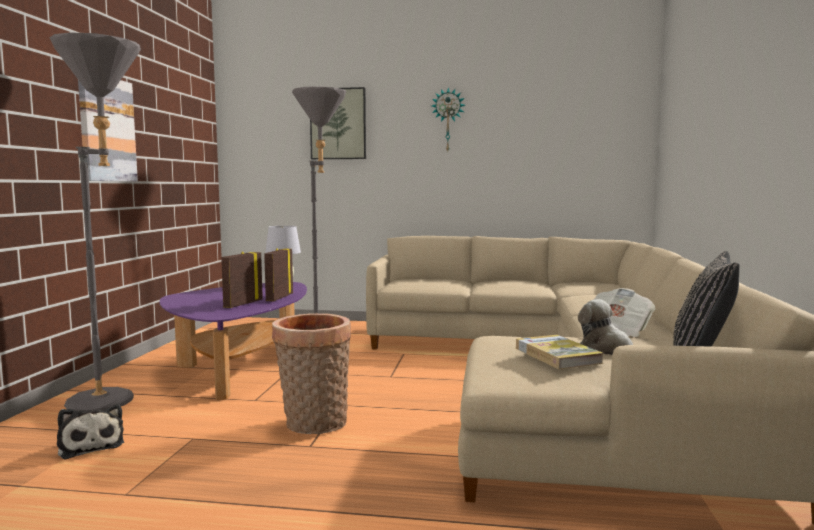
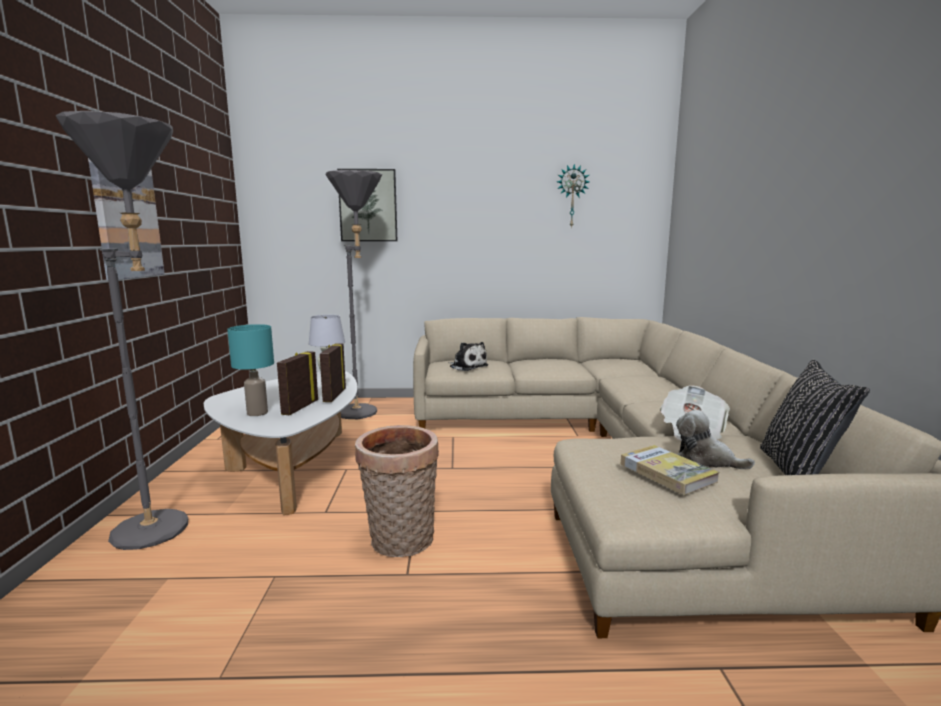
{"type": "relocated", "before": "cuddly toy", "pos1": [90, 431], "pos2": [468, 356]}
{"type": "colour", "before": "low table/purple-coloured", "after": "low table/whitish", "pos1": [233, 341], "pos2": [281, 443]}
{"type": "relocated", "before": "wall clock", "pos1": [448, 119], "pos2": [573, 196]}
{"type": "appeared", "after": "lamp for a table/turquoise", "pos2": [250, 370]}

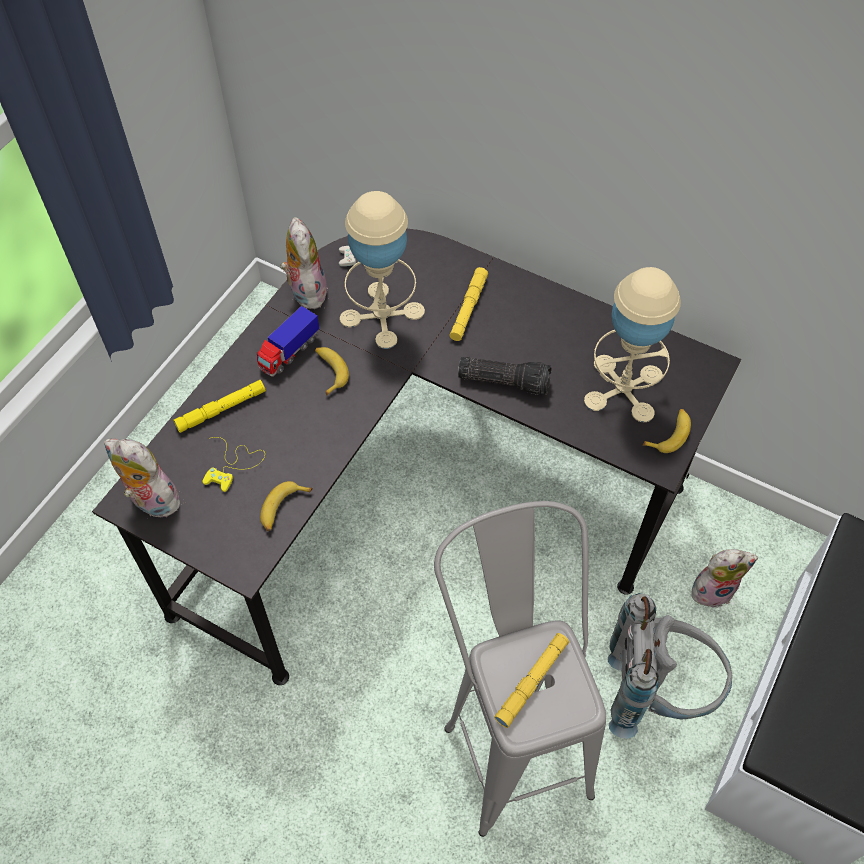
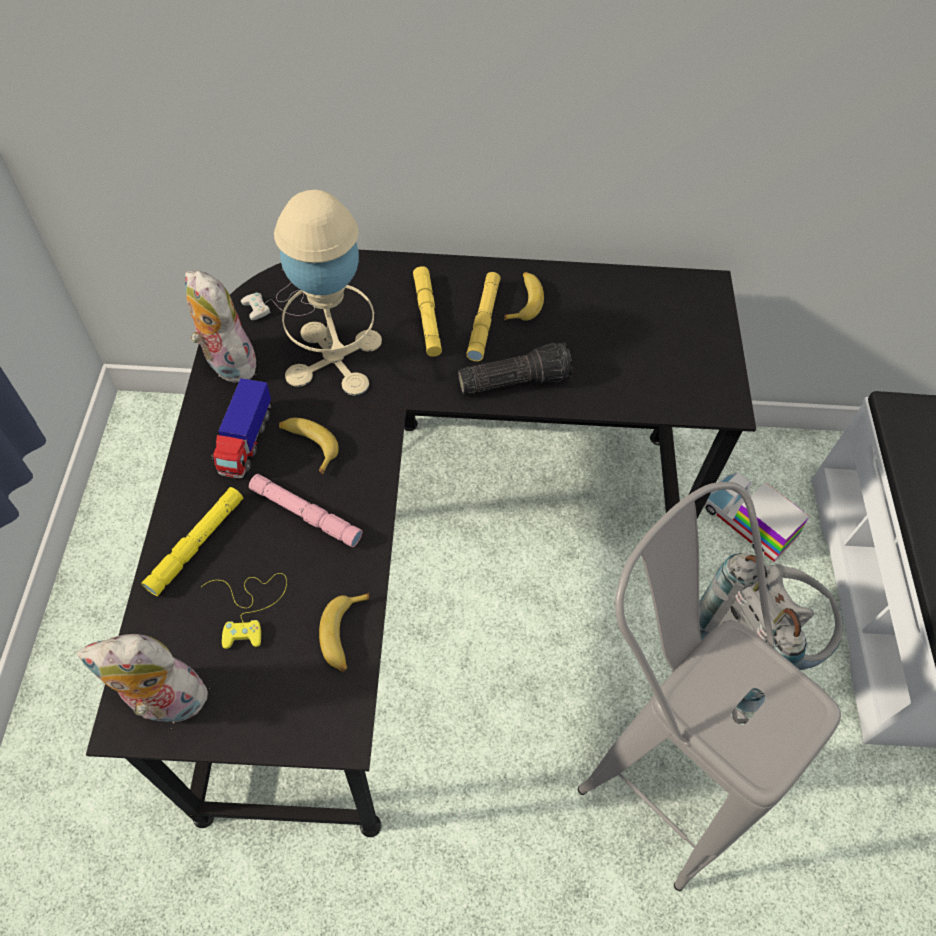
{"type": "relocated", "before": "torch/yellow", "pos1": [531, 680], "pos2": [483, 316]}
{"type": "missing", "before": "lamp for a table/sand-coloured", "pos1": [632, 344]}
{"type": "relocated", "before": "banana", "pos1": [667, 431], "pos2": [524, 296]}
{"type": "exchanged", "before": "cuddly toy", "after": "toy truck", "pos1": [724, 578], "pos2": [757, 517]}
{"type": "appeared", "after": "torch/pink", "pos2": [305, 510]}

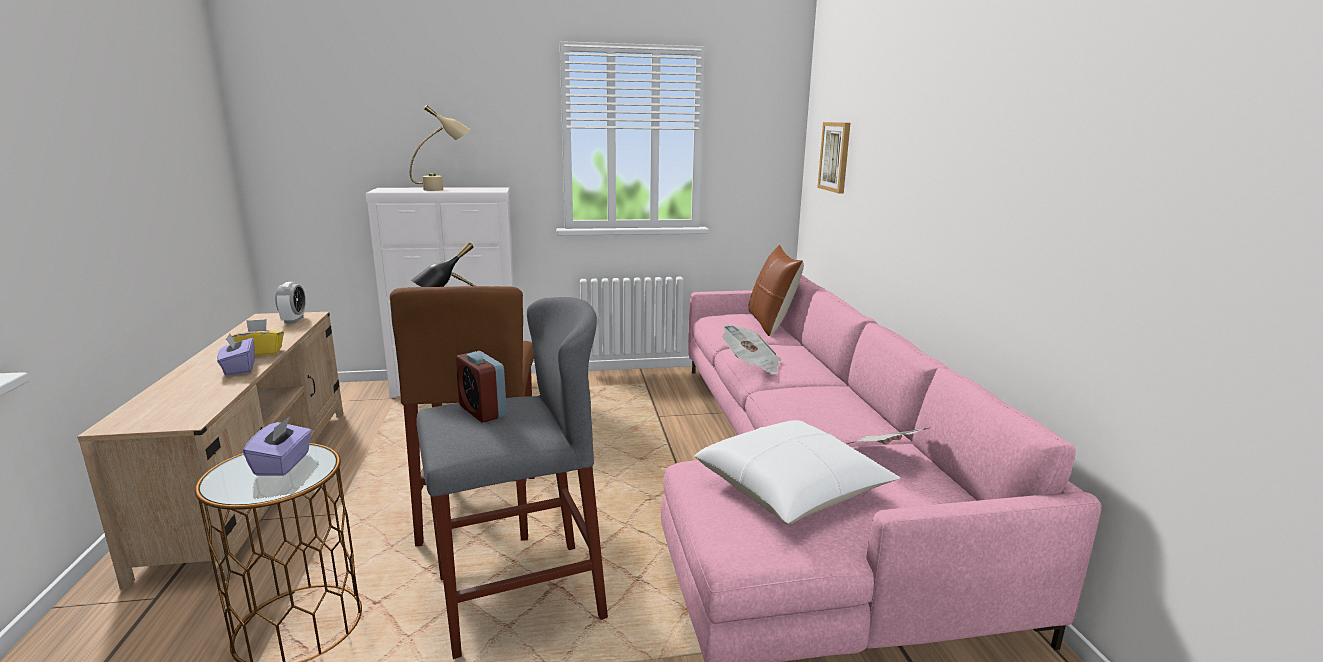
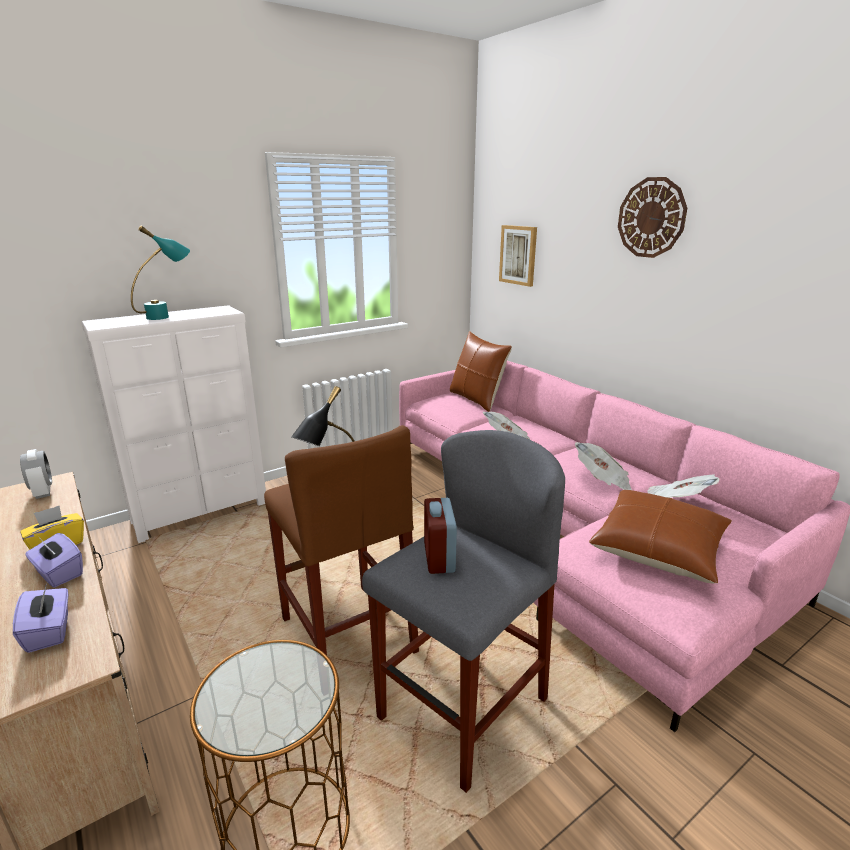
{"type": "relocated", "before": "tissue holder/purple-coloured", "pos1": [277, 446], "pos2": [40, 618]}
{"type": "colour", "before": "lamp for a table/sand-coloured", "after": "lamp for a table/turquoise", "pos1": [440, 148], "pos2": [160, 273]}
{"type": "spun", "before": "alarm clock", "pos1": [481, 387], "pos2": [440, 536], "turn": 60}
{"type": "colour", "before": "pillow/whitish", "after": "pillow/brown", "pos1": [797, 472], "pos2": [660, 536]}
{"type": "appeared", "after": "daily paper", "pos2": [603, 466]}
{"type": "appeared", "after": "wall clock", "pos2": [652, 217]}

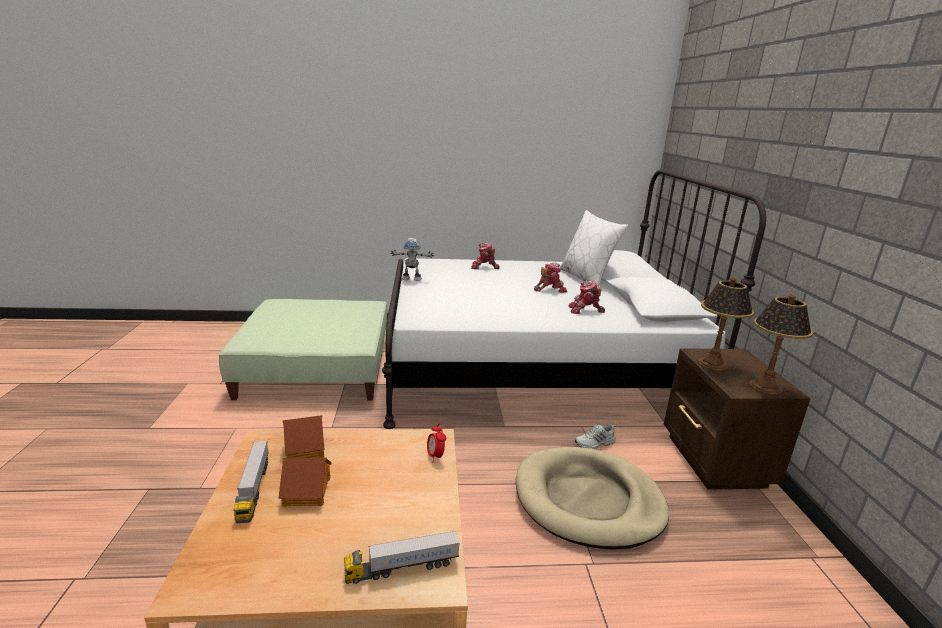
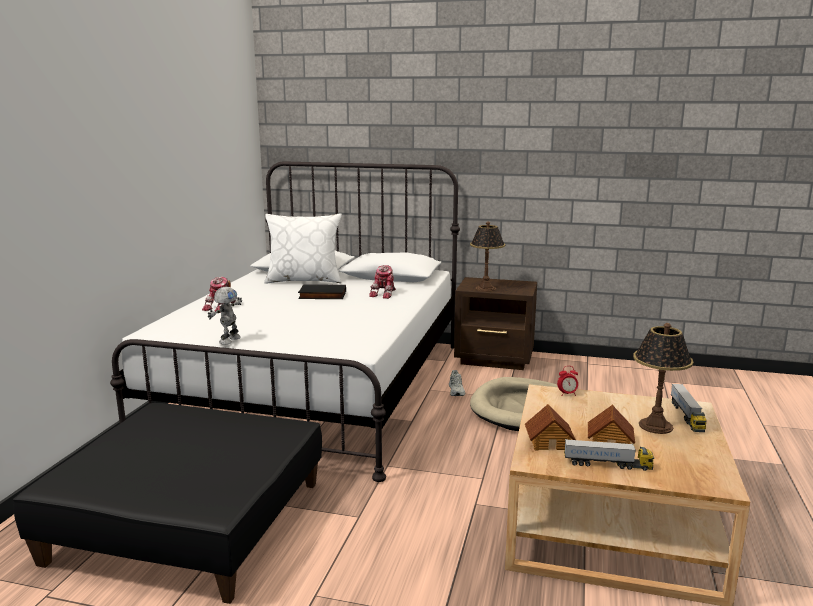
{"type": "colour", "before": "ottoman/green-coloured", "after": "ottoman/black-coloured", "pos1": [303, 349], "pos2": [167, 503]}
{"type": "exchanged", "before": "toy robot", "after": "volume/black-coloured", "pos1": [550, 277], "pos2": [322, 291]}
{"type": "relocated", "before": "lamp for a table", "pos1": [781, 344], "pos2": [663, 378]}

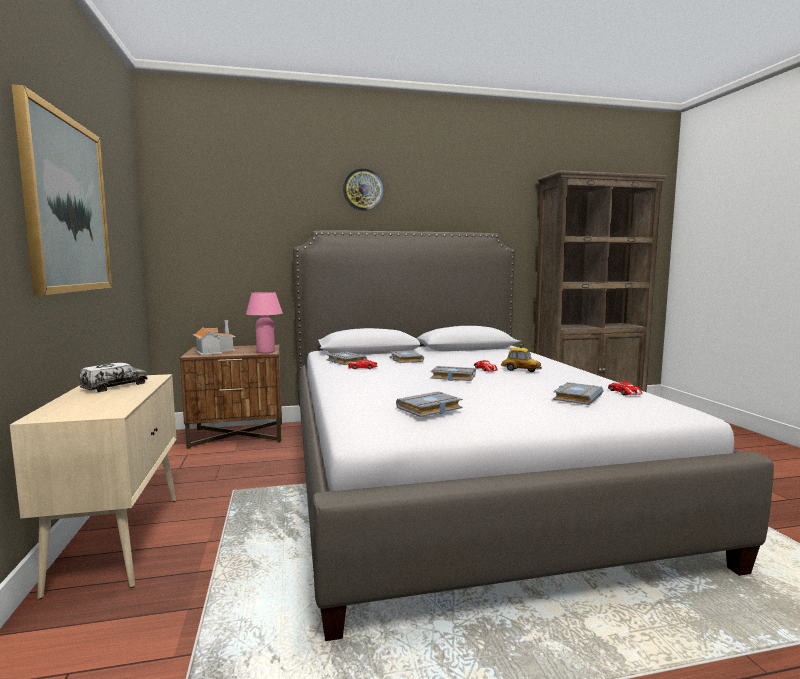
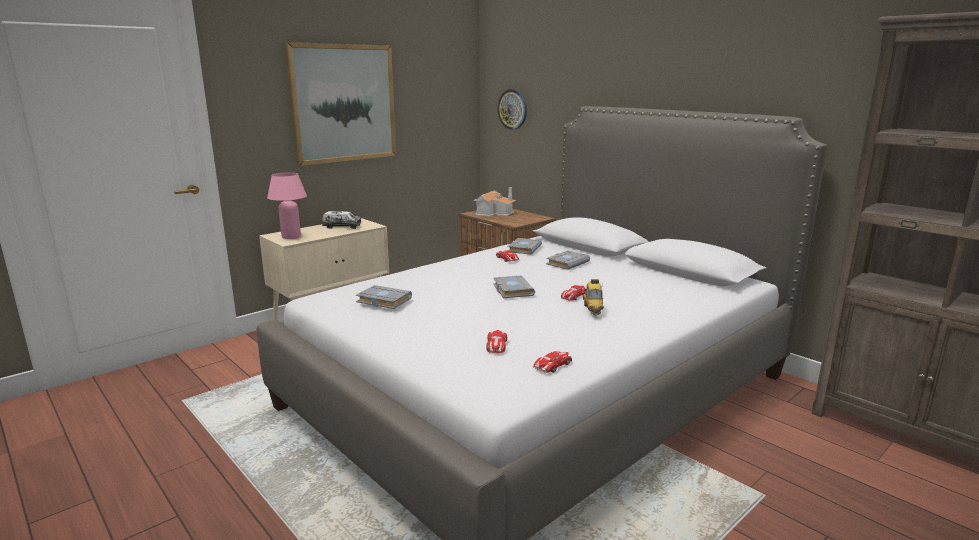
{"type": "relocated", "before": "lamp for a table/pink", "pos1": [264, 323], "pos2": [287, 205]}
{"type": "relocated", "before": "wall clock", "pos1": [363, 189], "pos2": [512, 109]}
{"type": "exchanged", "before": "volume/greyish", "after": "miniature car", "pos1": [578, 393], "pos2": [496, 341]}

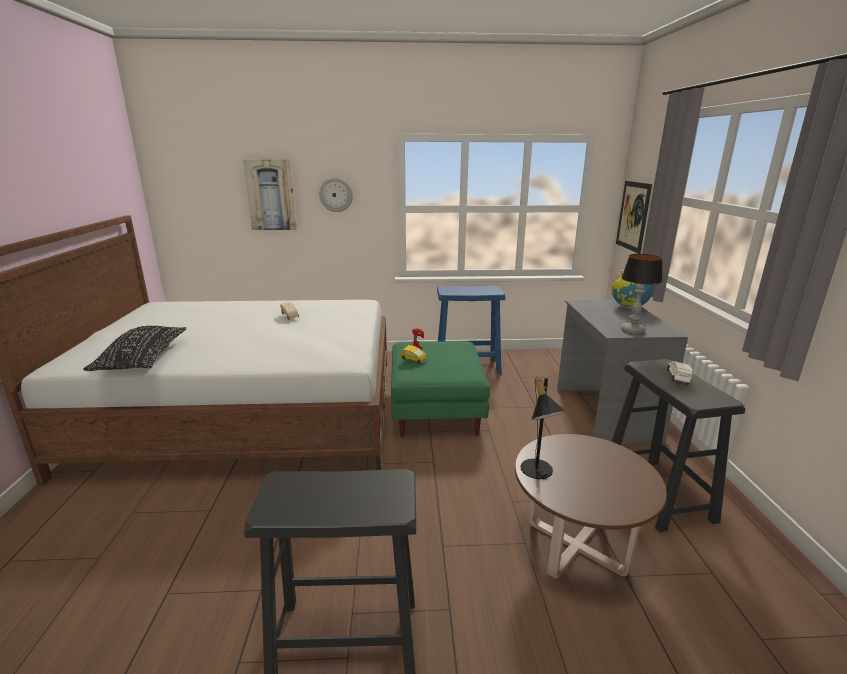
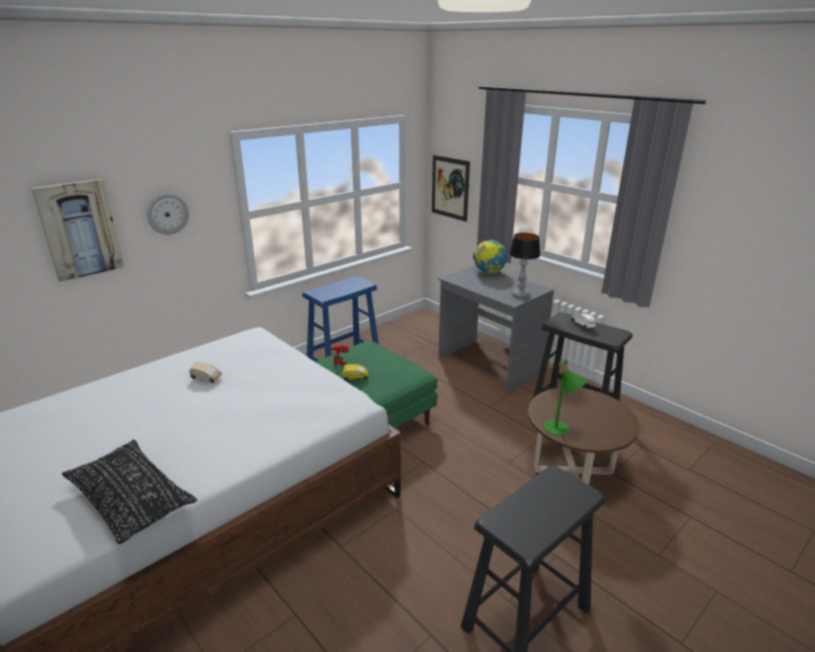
{"type": "colour", "before": "lamp for a table/black-coloured", "after": "lamp for a table/green-coloured", "pos1": [543, 428], "pos2": [565, 397]}

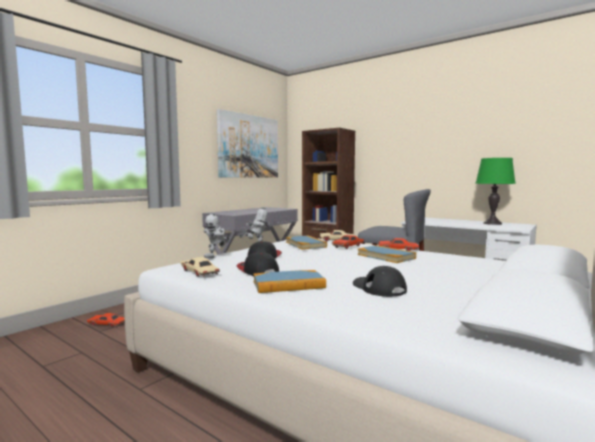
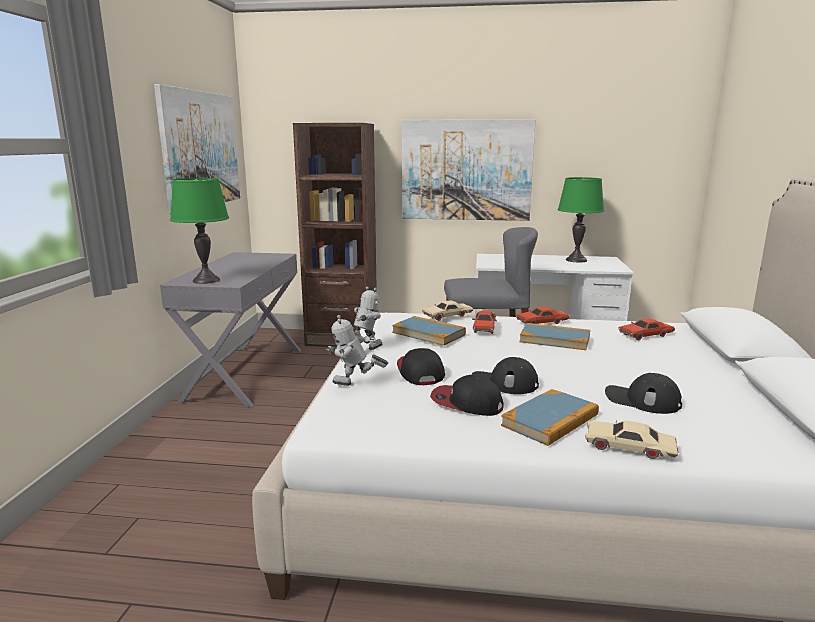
{"type": "relocated", "before": "miniature car/reddish", "pos1": [106, 320], "pos2": [646, 329]}
{"type": "relocated", "before": "miniature car/sand-coloured", "pos1": [200, 267], "pos2": [631, 439]}
{"type": "spun", "before": "toy robot", "pos1": [216, 235], "pos2": [357, 350], "turn": 90}
{"type": "appeared", "after": "lamp for a table/green-coloured", "pos2": [199, 231]}
{"type": "appeared", "after": "wall art", "pos2": [469, 170]}
{"type": "appeared", "after": "cap/black-coloured", "pos2": [505, 375]}

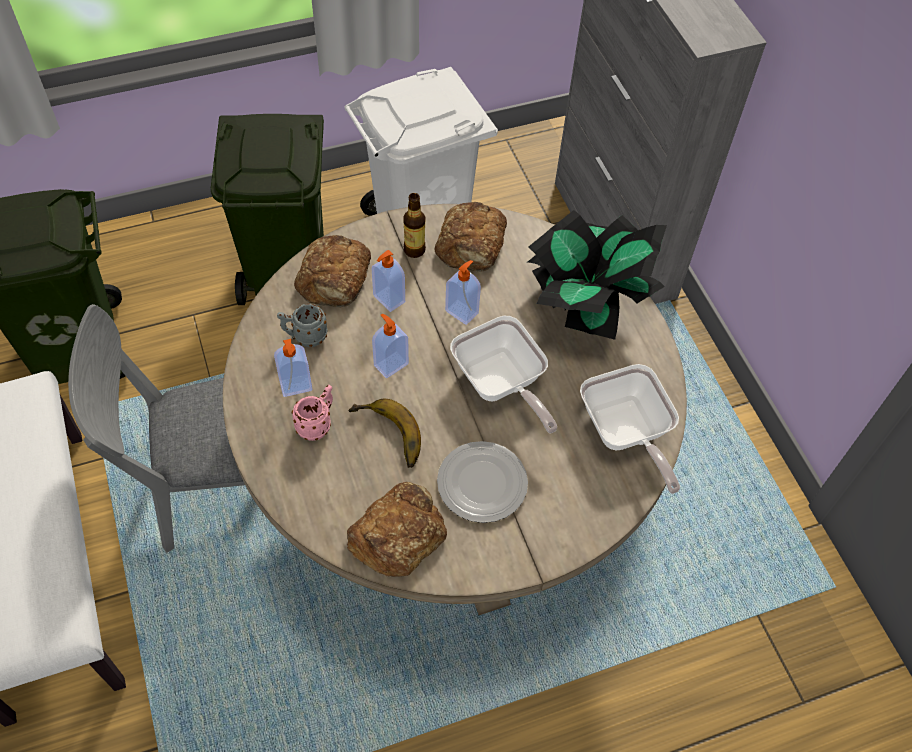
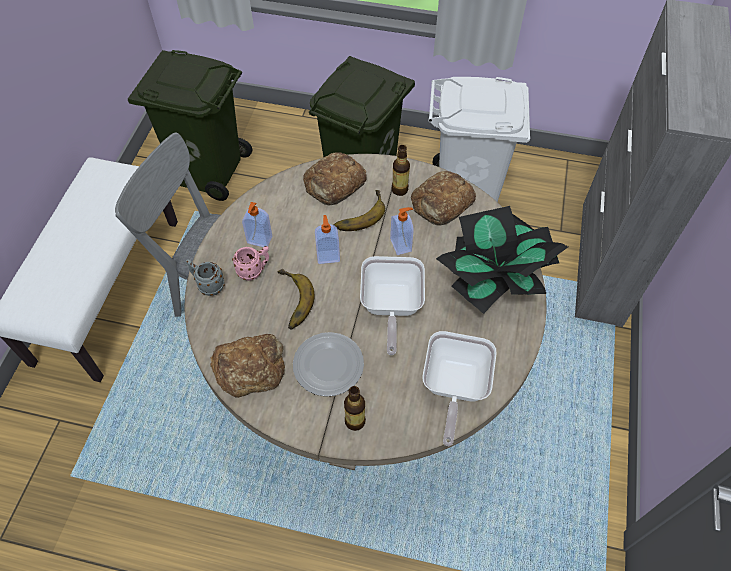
{"type": "relocated", "before": "tea mug/greyish", "pos1": [302, 325], "pos2": [205, 277]}
{"type": "exchanged", "before": "liquid soap bottle", "after": "banana", "pos1": [388, 281], "pos2": [359, 210]}
{"type": "appeared", "after": "bottle", "pos2": [355, 408]}

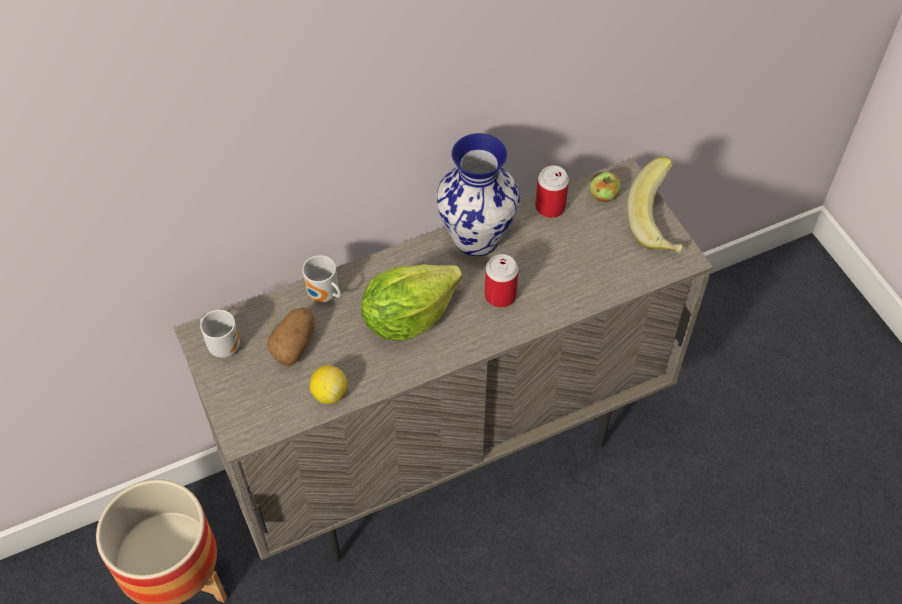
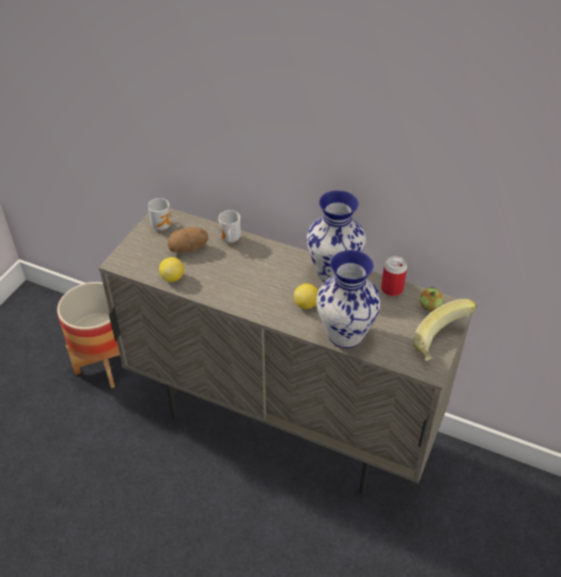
{"type": "missing", "before": "head of lettuce", "pos1": [411, 302]}
{"type": "exchanged", "before": "sealed can", "after": "whole lemon", "pos1": [501, 281], "pos2": [306, 296]}
{"type": "appeared", "after": "flower vase", "pos2": [348, 299]}

